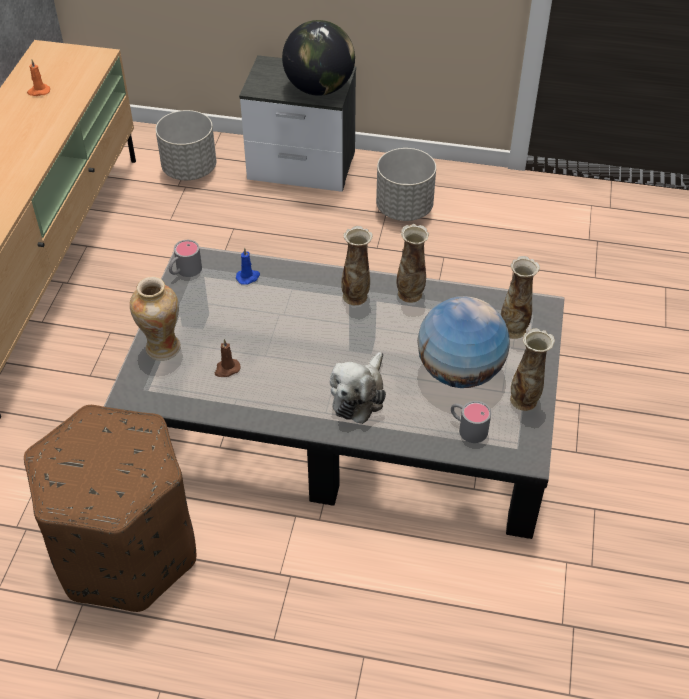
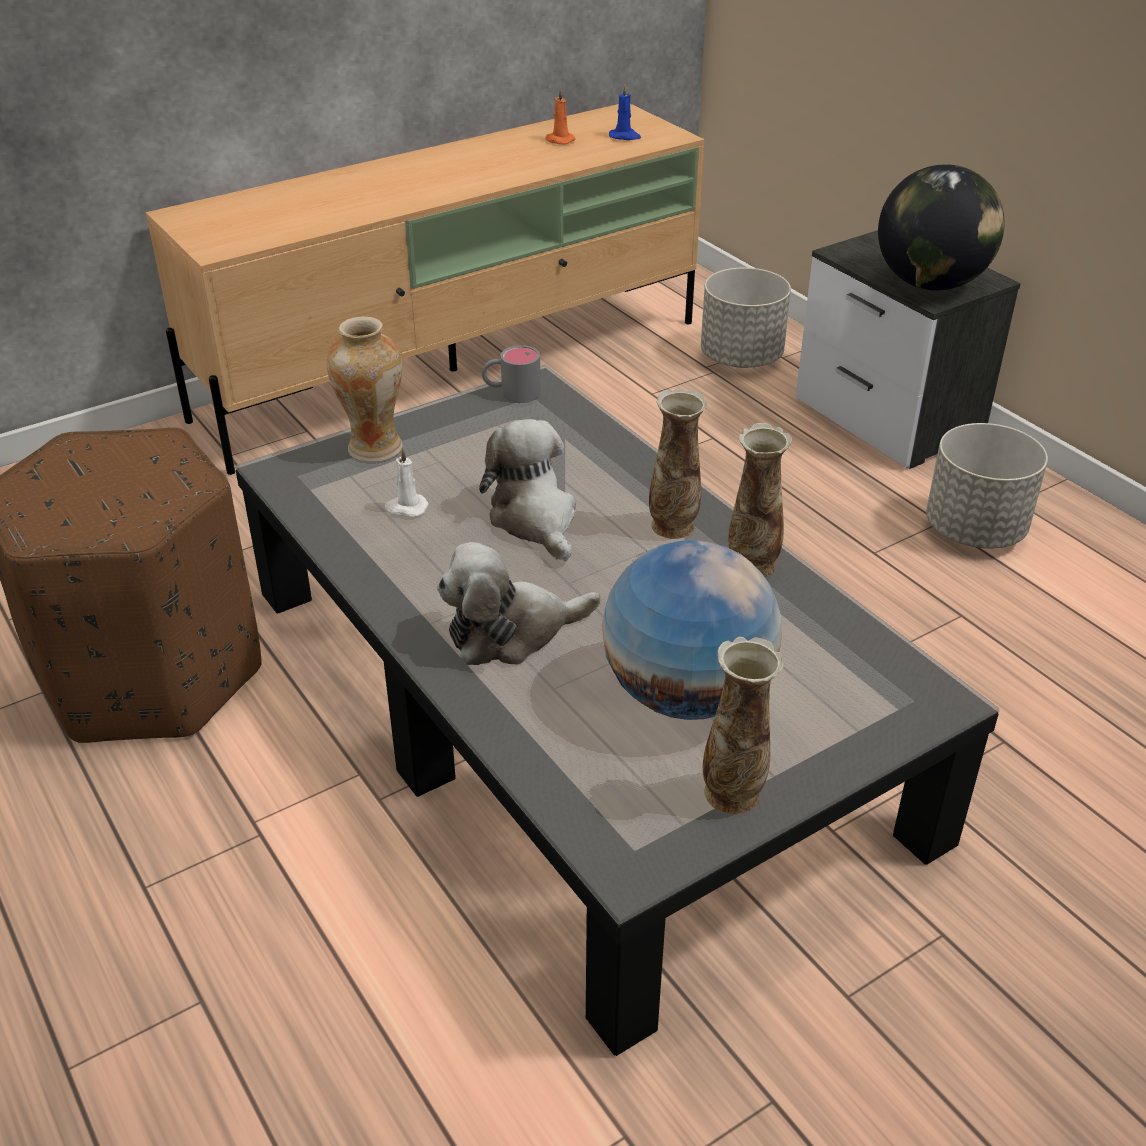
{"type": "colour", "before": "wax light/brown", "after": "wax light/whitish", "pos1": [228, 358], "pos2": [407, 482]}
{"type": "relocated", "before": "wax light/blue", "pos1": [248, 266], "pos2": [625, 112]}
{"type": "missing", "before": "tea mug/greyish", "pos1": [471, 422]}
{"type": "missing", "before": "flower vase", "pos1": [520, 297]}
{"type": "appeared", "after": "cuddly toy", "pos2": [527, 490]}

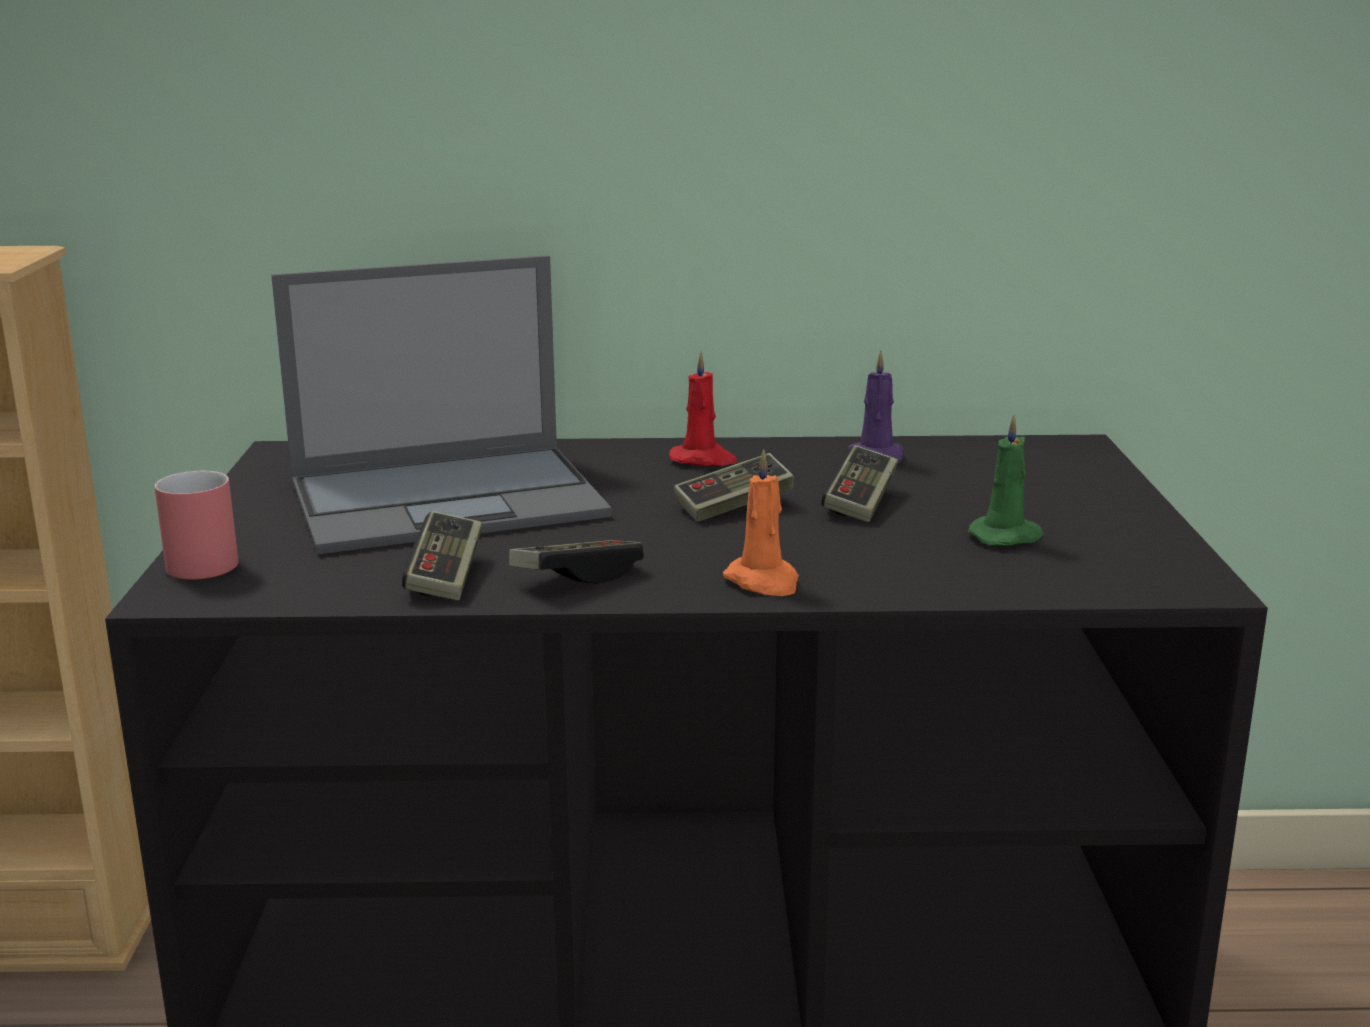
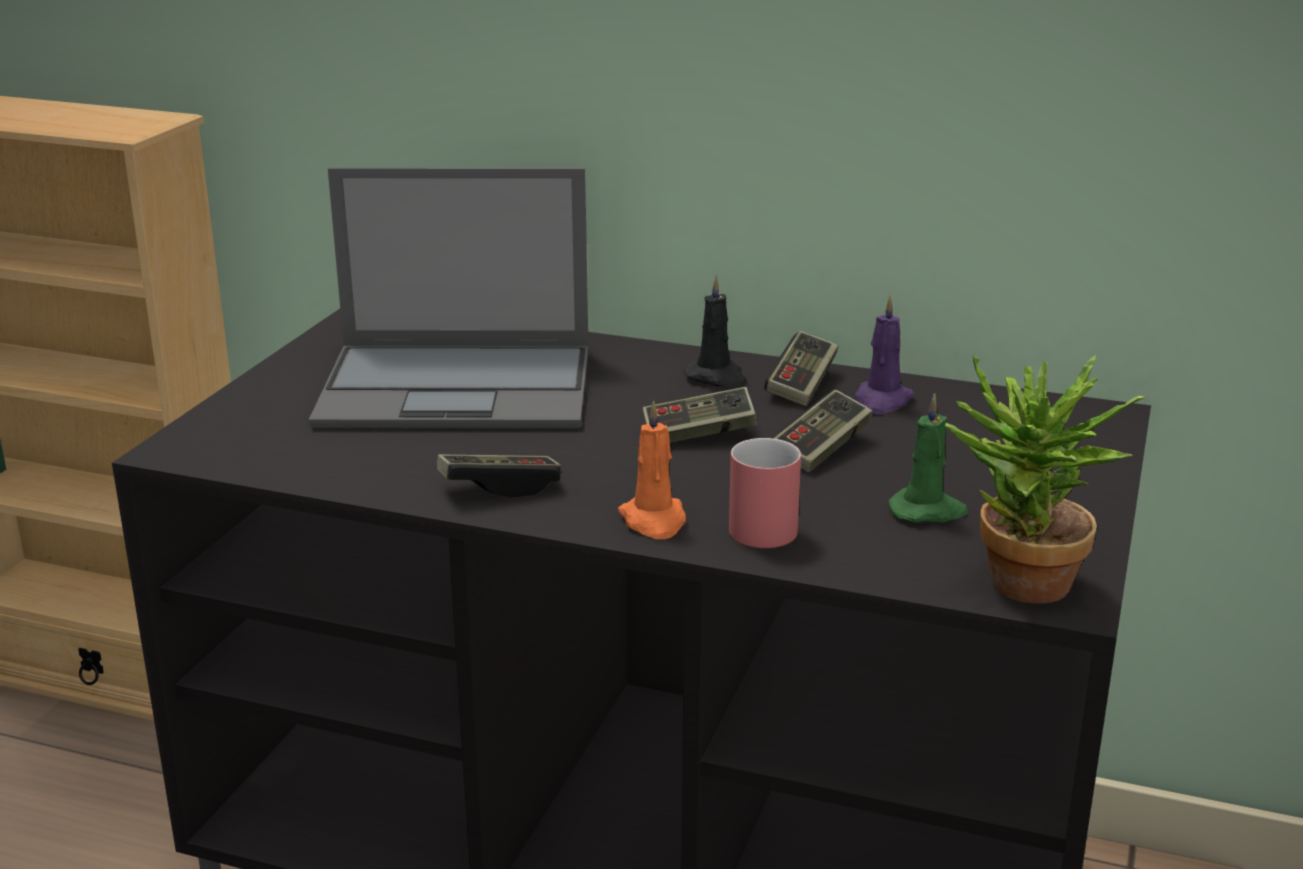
{"type": "relocated", "before": "tea mug/reddish", "pos1": [196, 525], "pos2": [765, 493]}
{"type": "relocated", "before": "gamepad", "pos1": [442, 556], "pos2": [801, 368]}
{"type": "colour", "before": "wax light/reddish", "after": "wax light/black-coloured", "pos1": [703, 409], "pos2": [715, 331]}
{"type": "appeared", "after": "potted plant", "pos2": [1045, 479]}

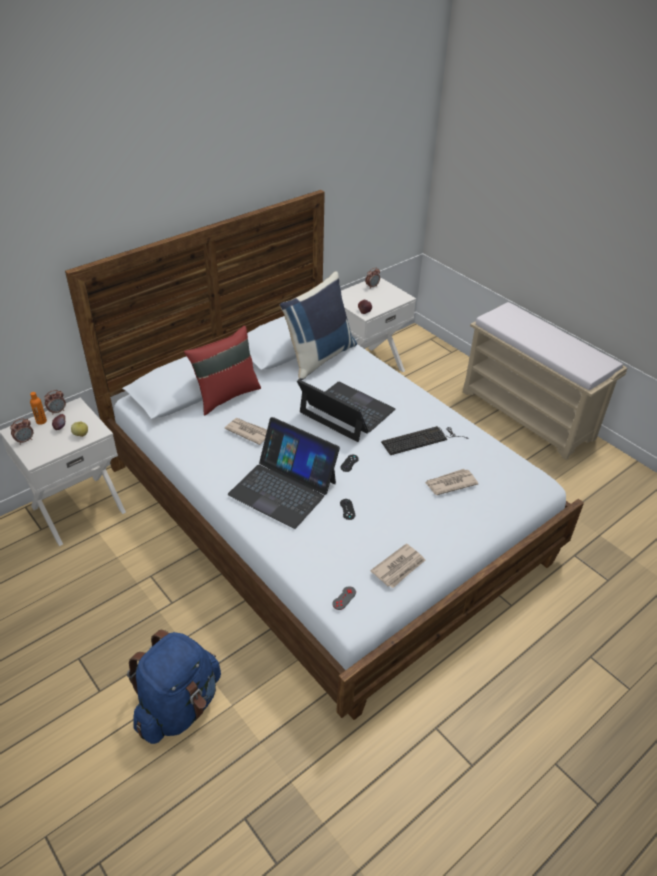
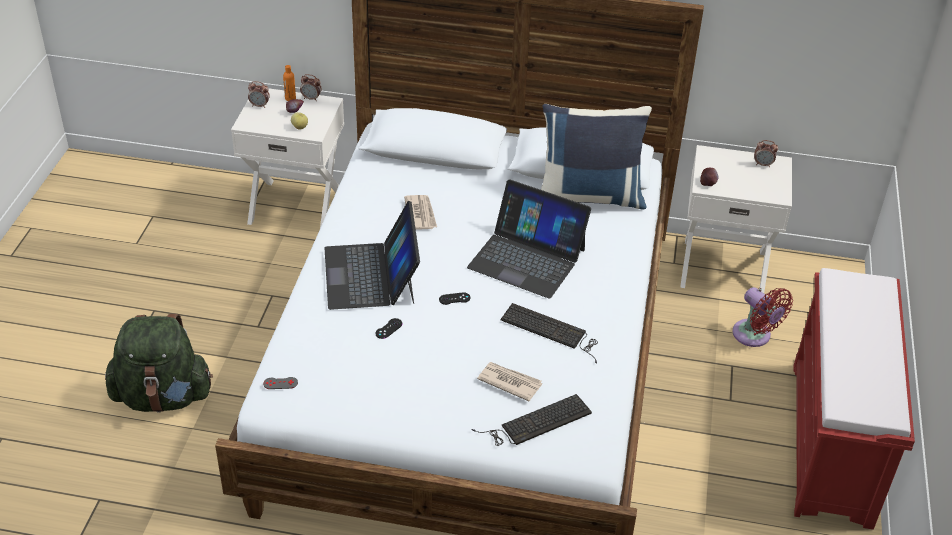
{"type": "colour", "before": "knapsack/blue", "after": "knapsack/green-coloured", "pos1": [174, 687], "pos2": [159, 363]}
{"type": "missing", "before": "pillow/reddish", "pos1": [222, 370]}
{"type": "spun", "before": "notebook computer", "pos1": [346, 410], "pos2": [529, 239], "turn": 120}
{"type": "missing", "before": "daily paper", "pos1": [397, 566]}
{"type": "colour", "before": "bench/sand-coloured", "after": "bench/reddish", "pos1": [545, 381], "pos2": [854, 399]}
{"type": "appeared", "after": "PC keyboard", "pos2": [532, 420]}
{"type": "appeared", "after": "fan/reddish", "pos2": [762, 317]}

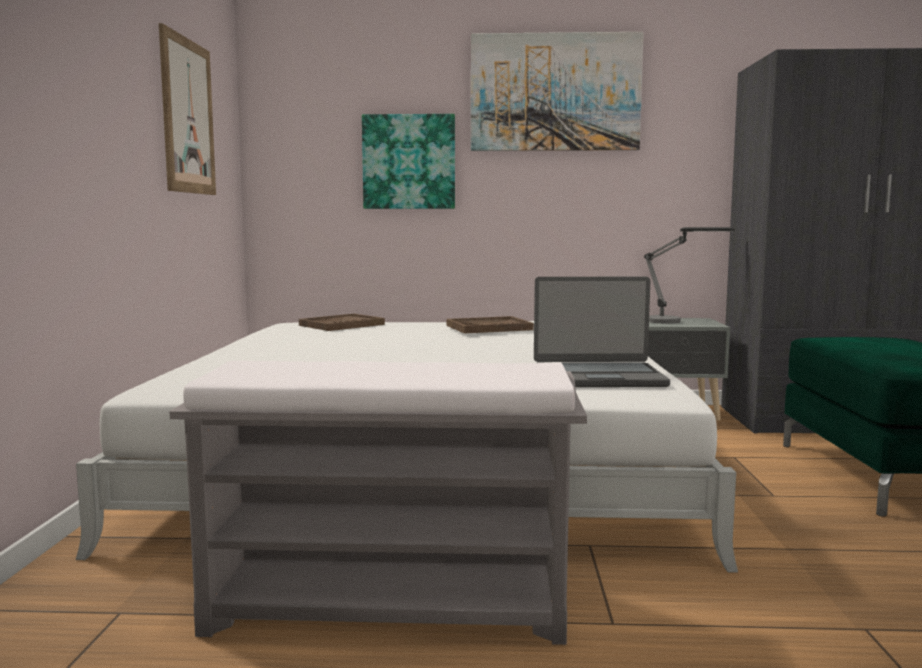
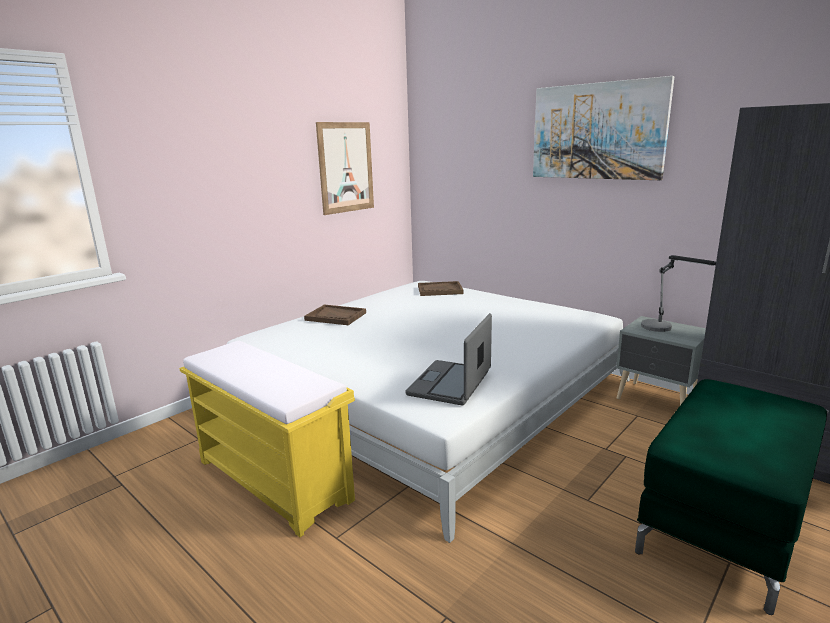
{"type": "colour", "before": "bench/greyish", "after": "bench/yellow", "pos1": [378, 503], "pos2": [267, 439]}
{"type": "missing", "before": "wall art", "pos1": [408, 161]}
{"type": "relocated", "before": "tray/brown", "pos1": [490, 325], "pos2": [335, 315]}
{"type": "spun", "before": "notebook computer", "pos1": [602, 332], "pos2": [449, 359], "turn": 75}

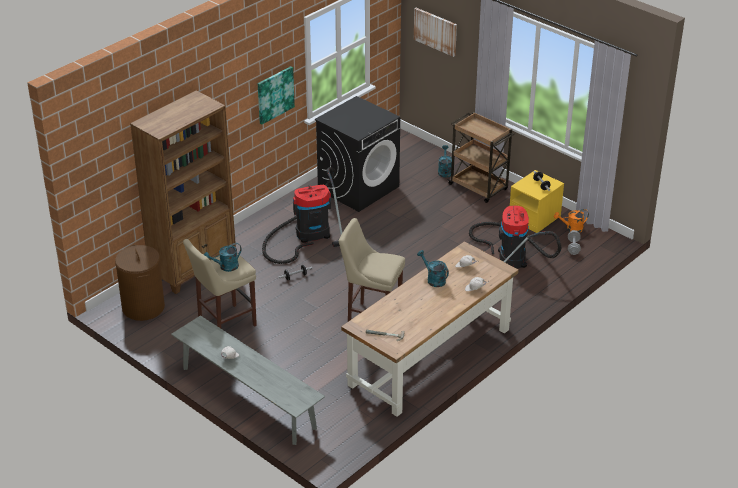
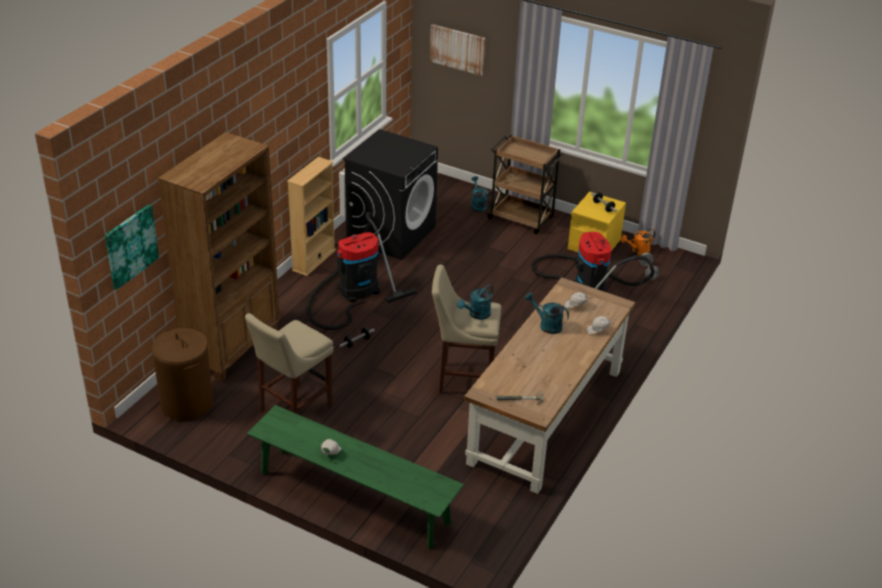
{"type": "colour", "before": "bench/greyish", "after": "bench/green-coloured", "pos1": [248, 380], "pos2": [355, 477]}
{"type": "relocated", "before": "watering pot/turquoise", "pos1": [223, 257], "pos2": [475, 302]}
{"type": "relocated", "before": "wall art", "pos1": [276, 95], "pos2": [132, 247]}
{"type": "appeared", "after": "bookcase/sand-coloured", "pos2": [311, 216]}

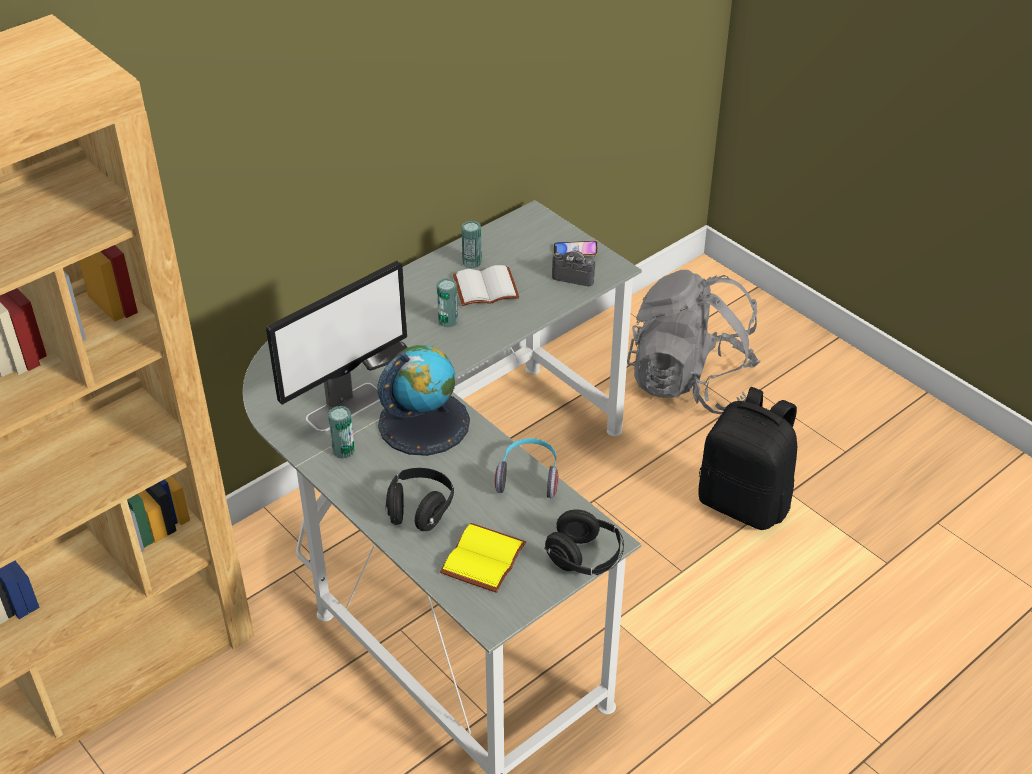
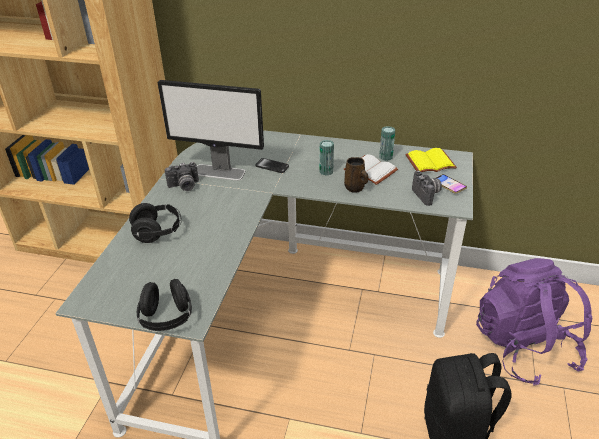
{"type": "exchanged", "before": "sealed can", "after": "still camera", "pos1": [341, 432], "pos2": [182, 176]}
{"type": "missing", "before": "globe", "pos1": [423, 400]}
{"type": "relocated", "before": "volume/yellow", "pos1": [483, 558], "pos2": [431, 160]}
{"type": "missing", "before": "headphones", "pos1": [527, 468]}
{"type": "colour", "before": "knapsack/greyish", "after": "knapsack/purple-coloured", "pos1": [694, 342], "pos2": [534, 322]}
{"type": "appeared", "after": "tea mug/brown", "pos2": [356, 175]}

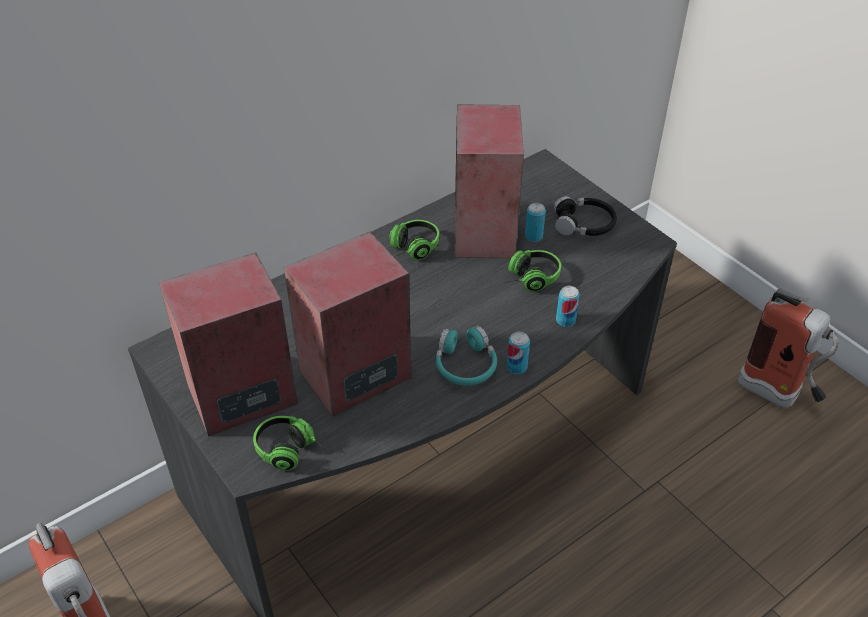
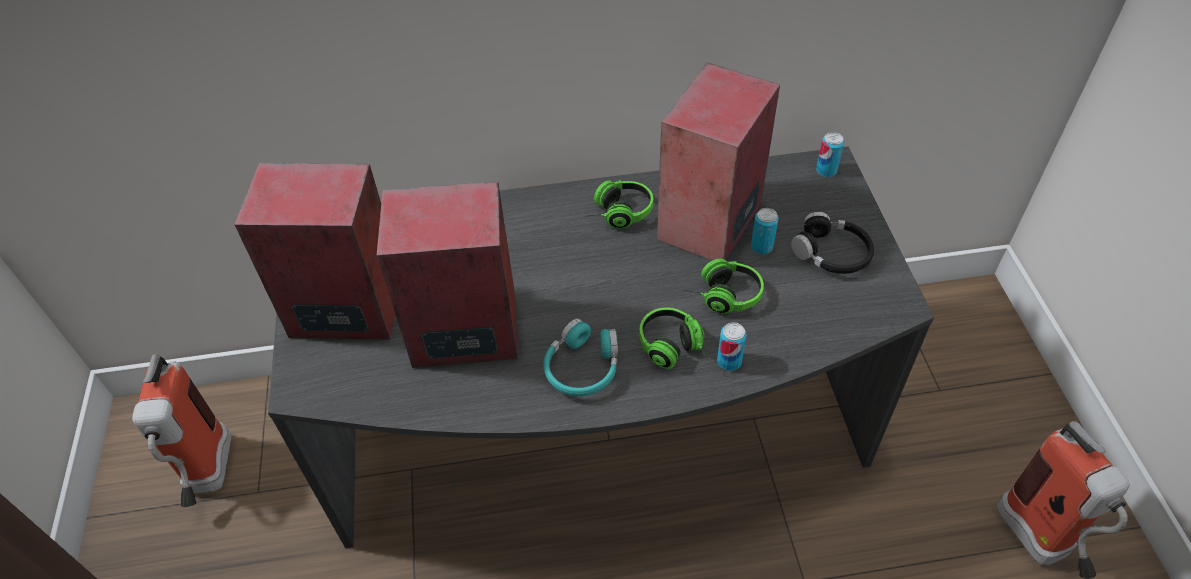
{"type": "relocated", "before": "headphones", "pos1": [289, 443], "pos2": [674, 338]}
{"type": "relocated", "before": "sealed can", "pos1": [518, 353], "pos2": [830, 154]}

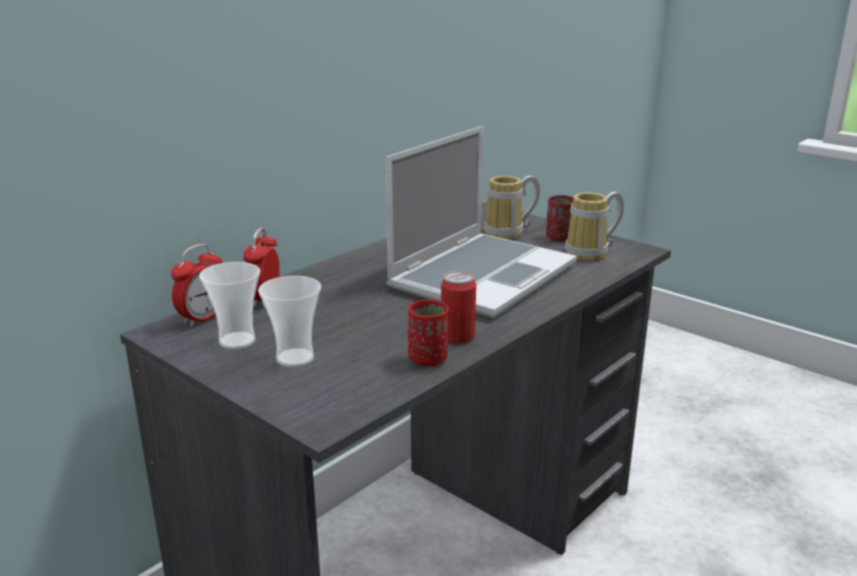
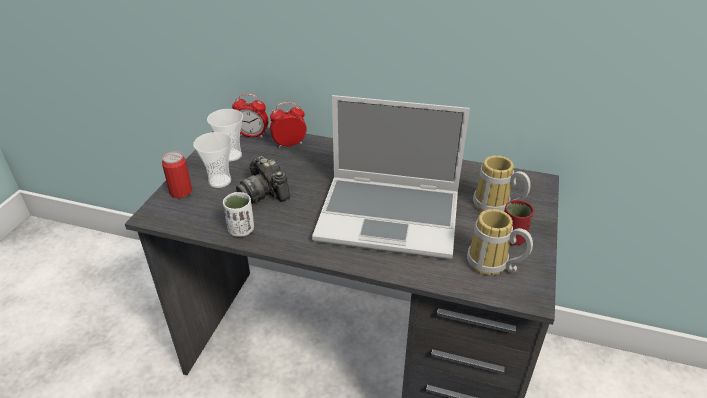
{"type": "colour", "before": "cup/reddish", "after": "cup/whitish", "pos1": [428, 333], "pos2": [238, 214]}
{"type": "relocated", "before": "sealed can", "pos1": [458, 307], "pos2": [177, 174]}
{"type": "appeared", "after": "still camera", "pos2": [263, 180]}

